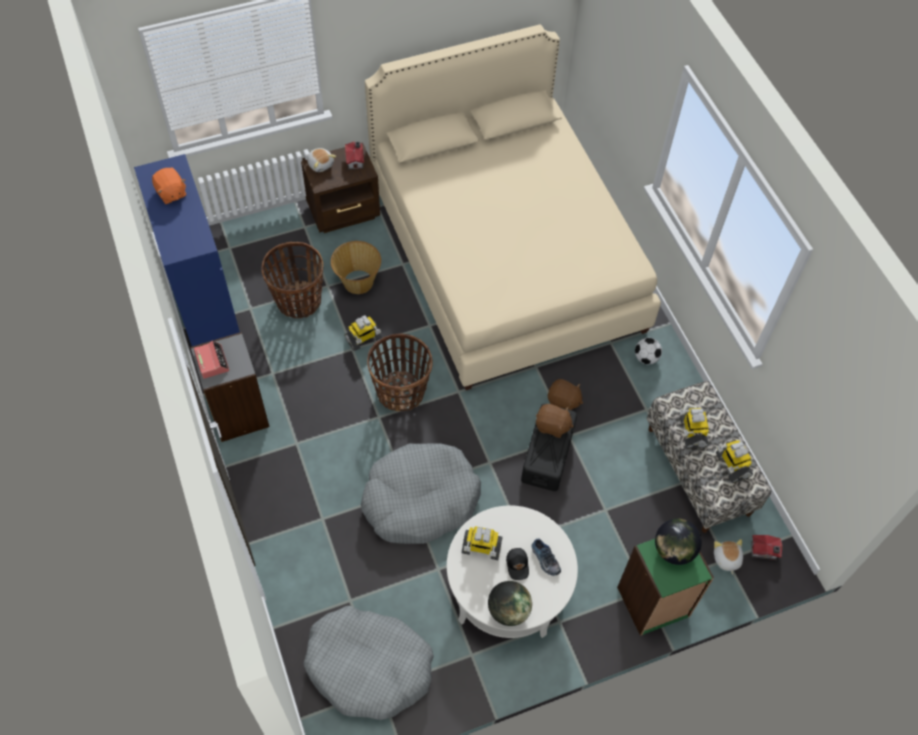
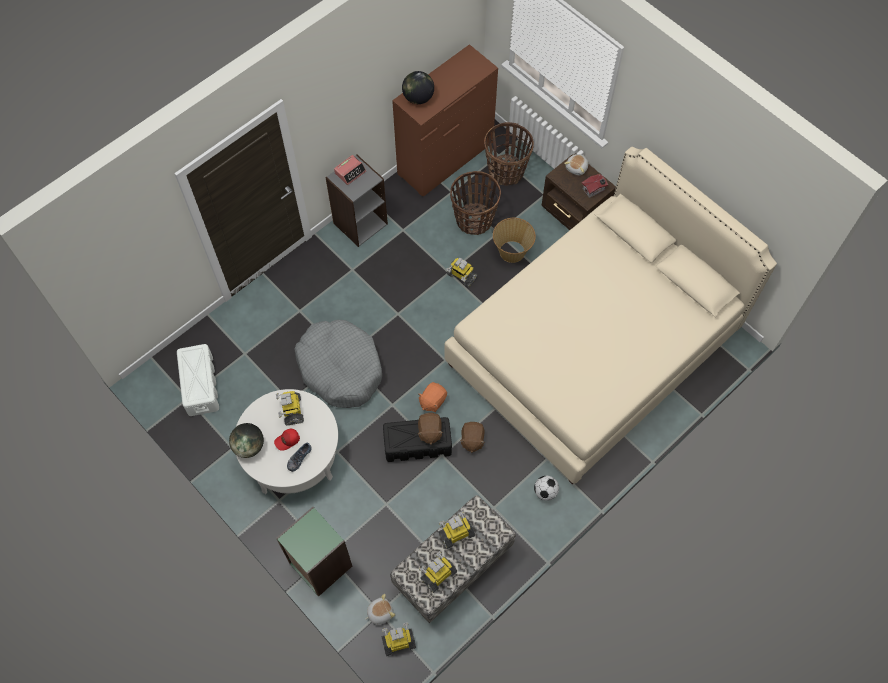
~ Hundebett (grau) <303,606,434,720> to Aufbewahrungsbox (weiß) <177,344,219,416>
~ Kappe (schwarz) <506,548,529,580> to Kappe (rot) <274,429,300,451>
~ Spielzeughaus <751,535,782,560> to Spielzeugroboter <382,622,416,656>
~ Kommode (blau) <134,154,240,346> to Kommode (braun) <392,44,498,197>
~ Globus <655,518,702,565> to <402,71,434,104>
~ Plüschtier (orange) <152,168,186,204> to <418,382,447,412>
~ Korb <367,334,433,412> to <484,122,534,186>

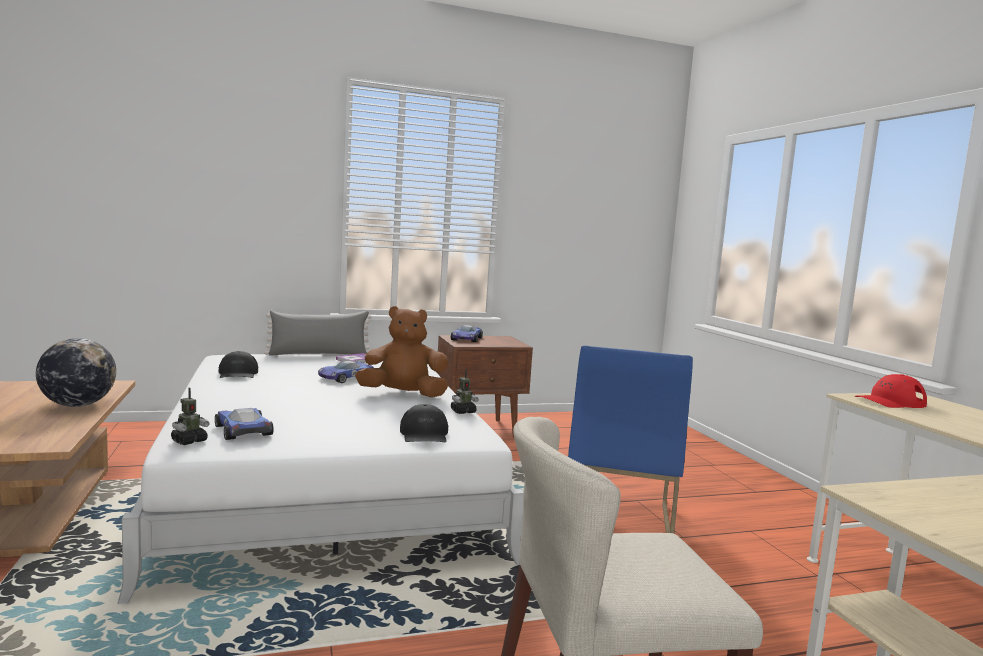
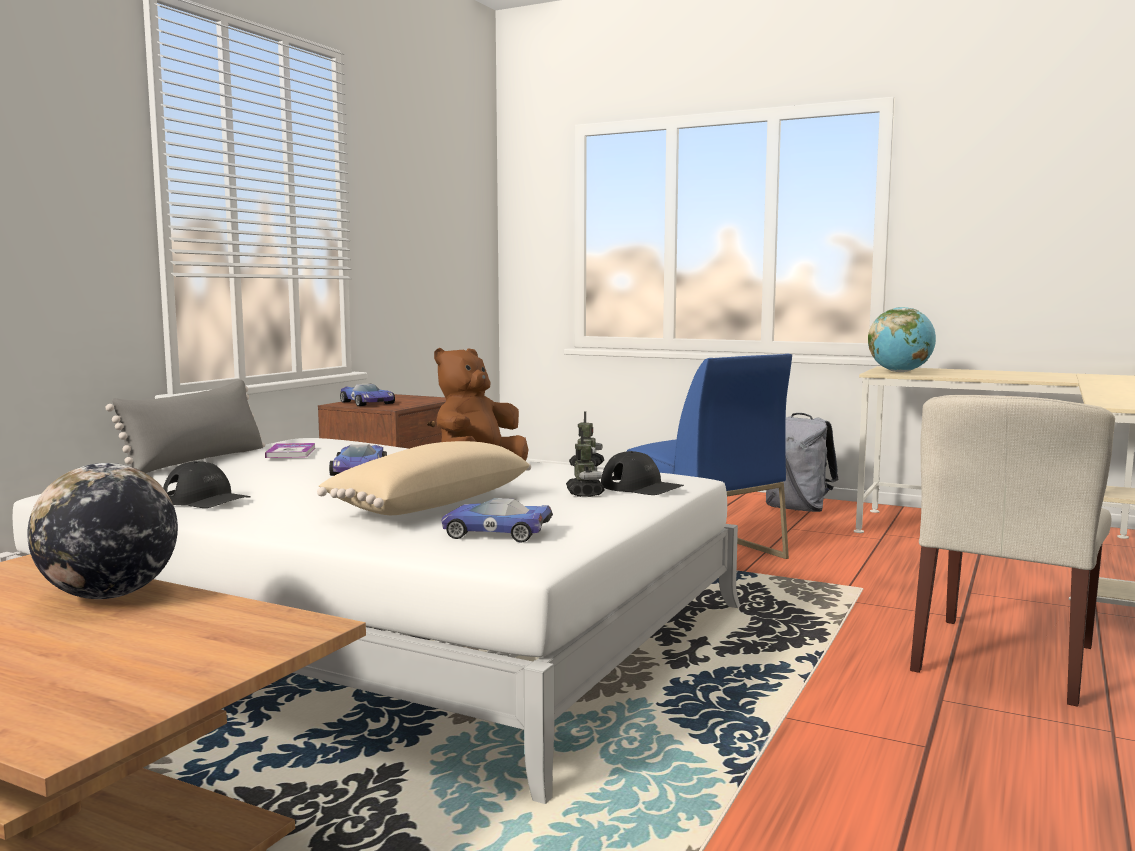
+ Kissen (beige) <317,441,531,515>
~ Spielzeugroboter <171,387,210,445> to <566,431,605,497>
+ Rucksack (grau) <766,413,838,512>
~ Kappe (rot) <855,374,927,408> to Globus <868,307,936,372>

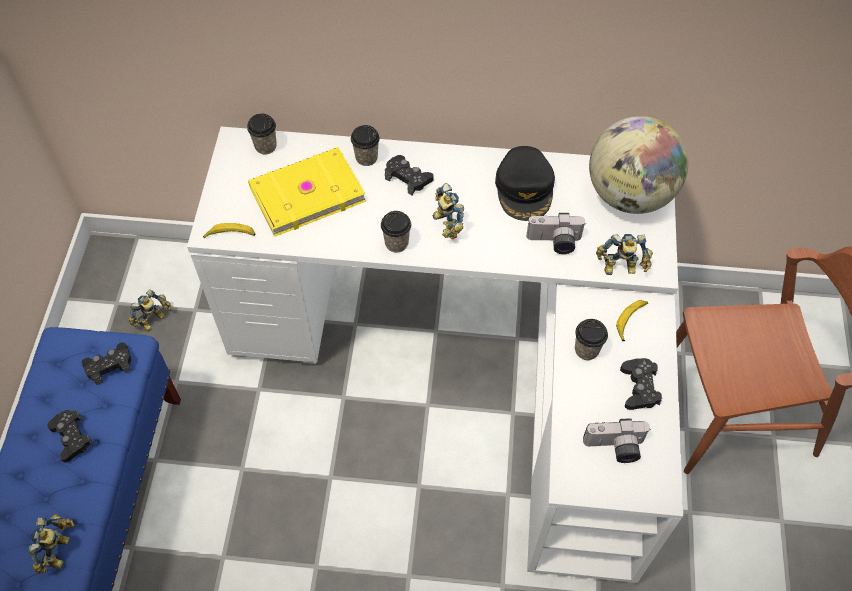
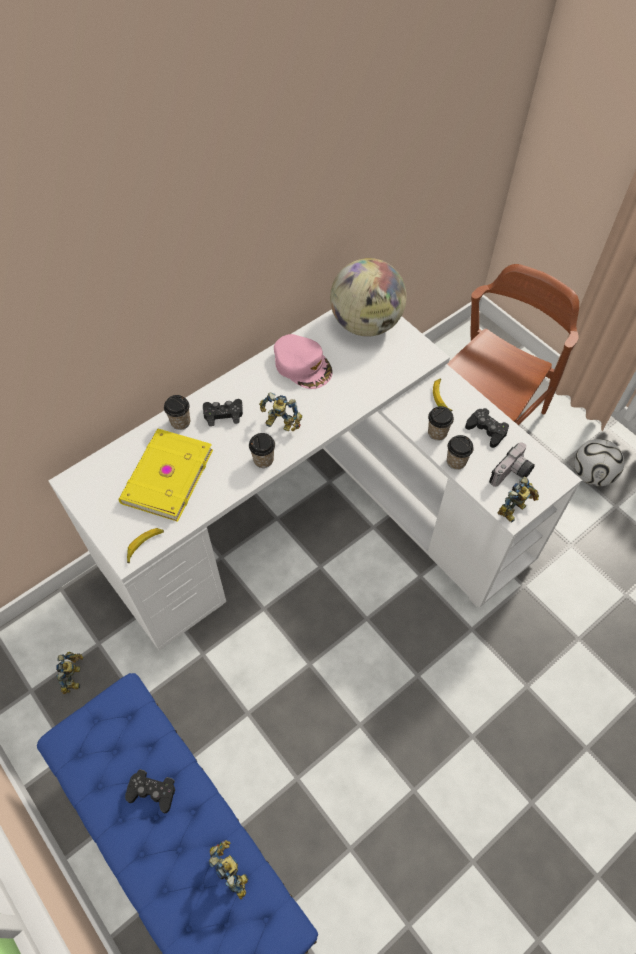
~ Kappe (schwarz) <495,146,555,221> to Kappe (rosa) <274,334,333,389>
~ Tasse <247,113,277,154> to <447,435,474,470>
~ Spielzeugroboter <596,234,653,275> to <497,477,539,522>
+ Fußball <574,439,624,486>
- Gamepad (schwarz) <82,342,132,385>
- Kamera <526,213,586,254>

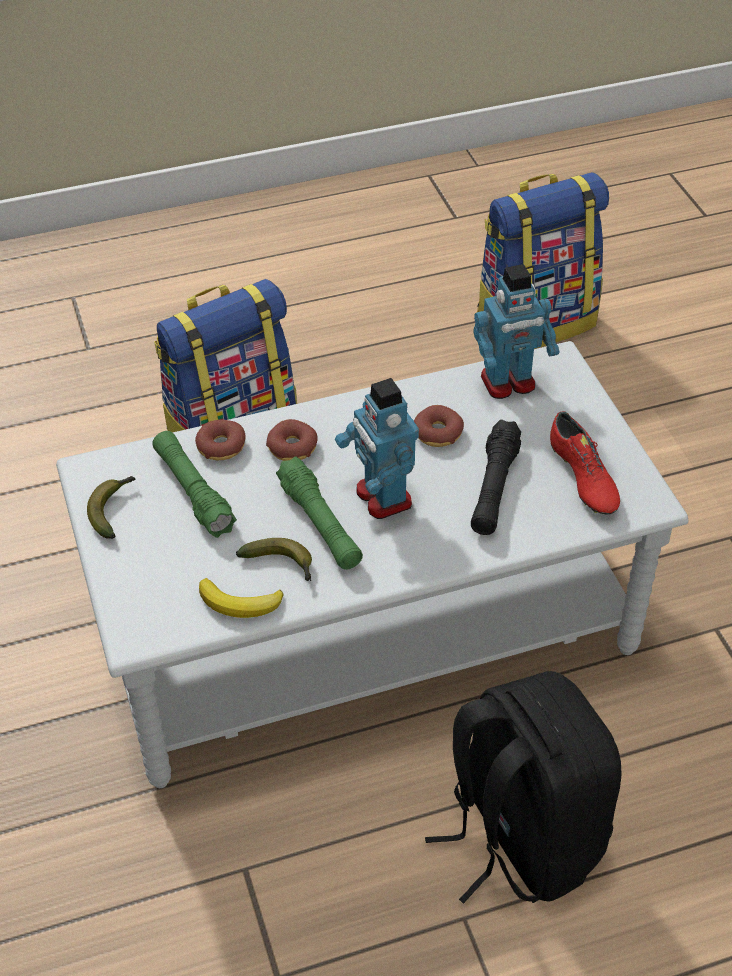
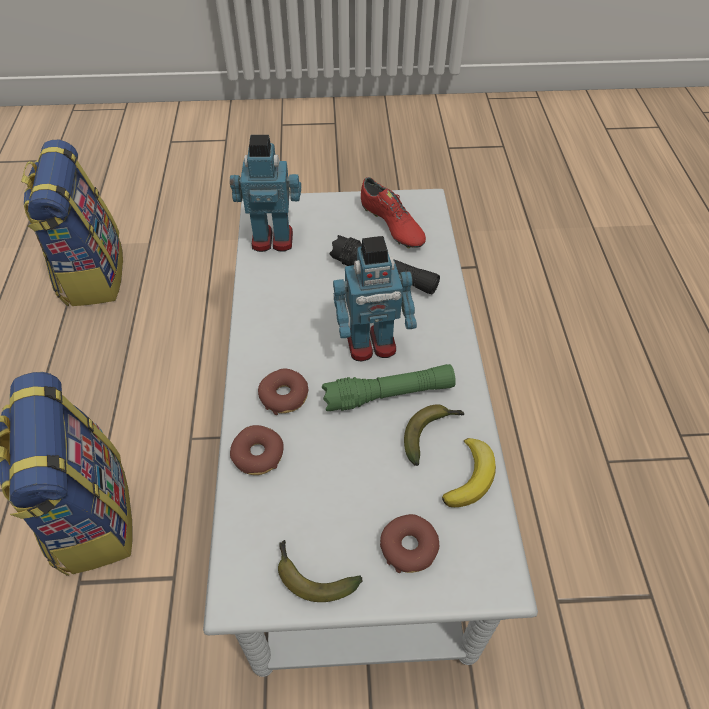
~ Spielzeugroboter <473,264,559,399> = <230,135,301,252> 90 degrees counterclockwise
~ Schuh (rot) <550,411,620,514> = <361,177,426,248> 60 degrees clockwise
~ Donut <414,405,464,447> to <380,514,439,573>
- Taschenlampe (grün) <152,431,237,538>
- Rucksack (schwarz) <425,671,622,904>

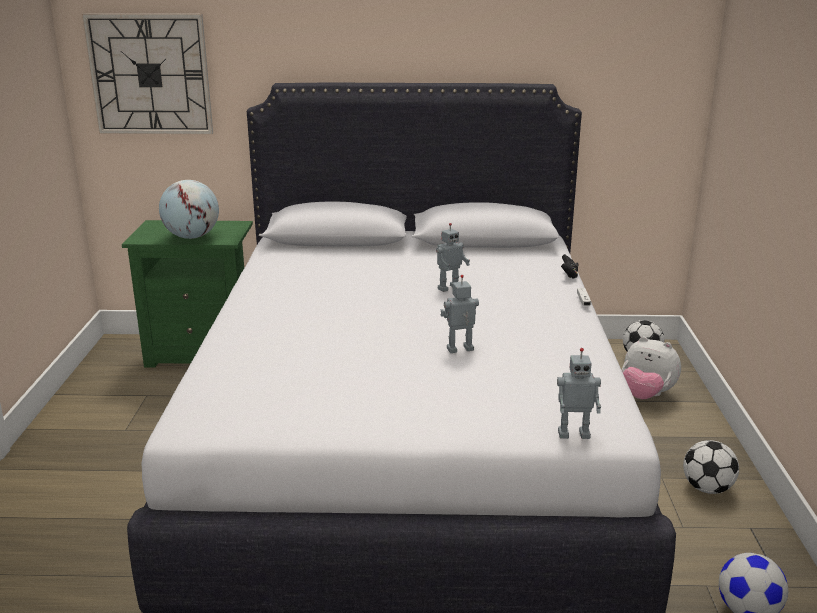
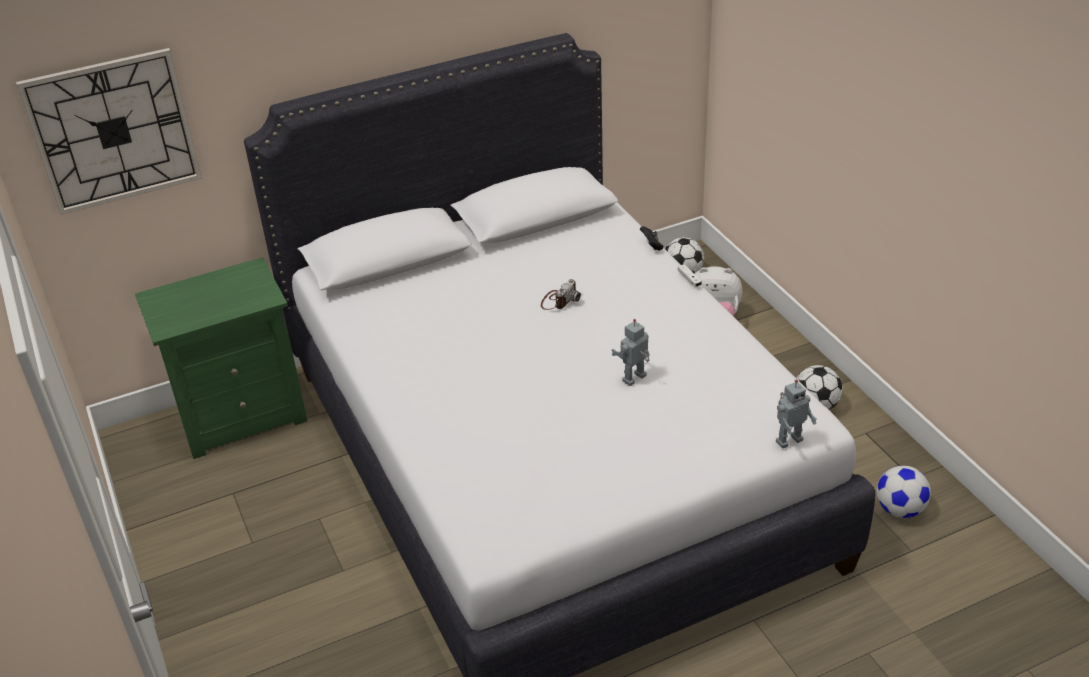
~ Spielzeugroboter <436,223,470,292> to Kamera <541,279,581,310>
- Globus <159,180,219,239>

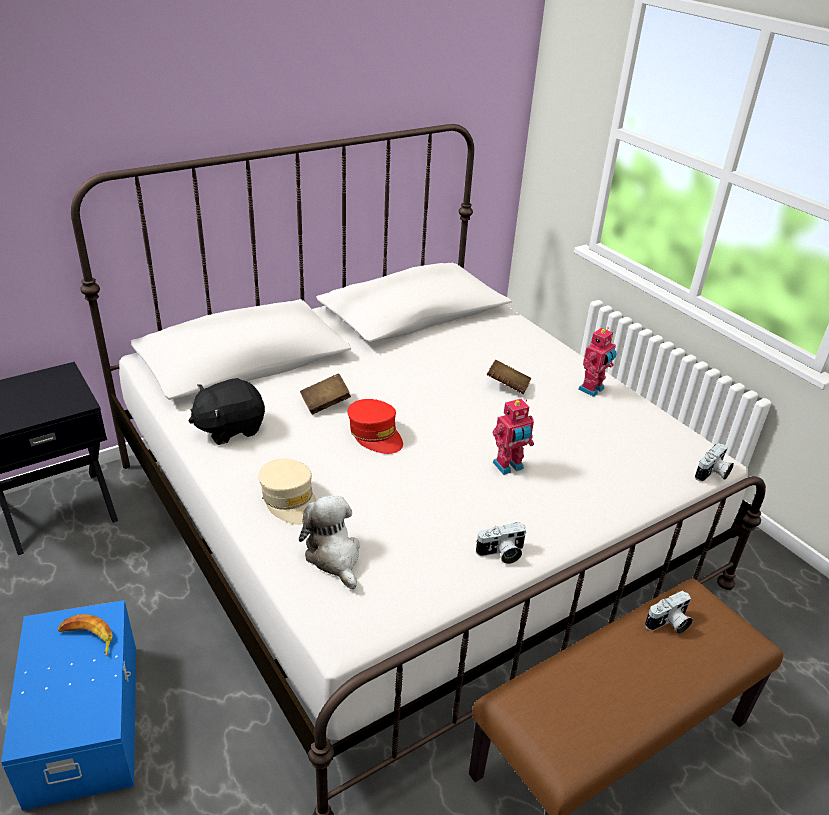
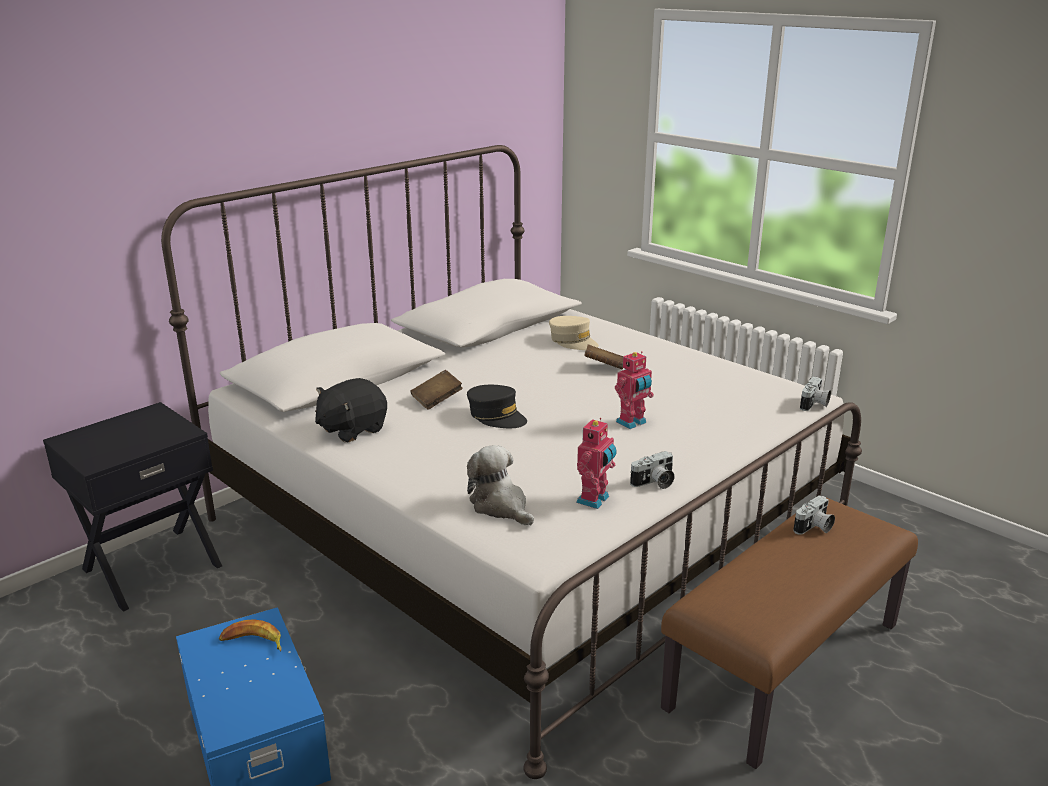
~ Kappe (rot) <348,399,403,454> to Kappe (schwarz) <467,385,527,428>
~ Kappe (beige) <259,458,316,525> to <549,316,599,350>
~ Spielzeugroboter <578,327,616,397> to <576,418,617,509>

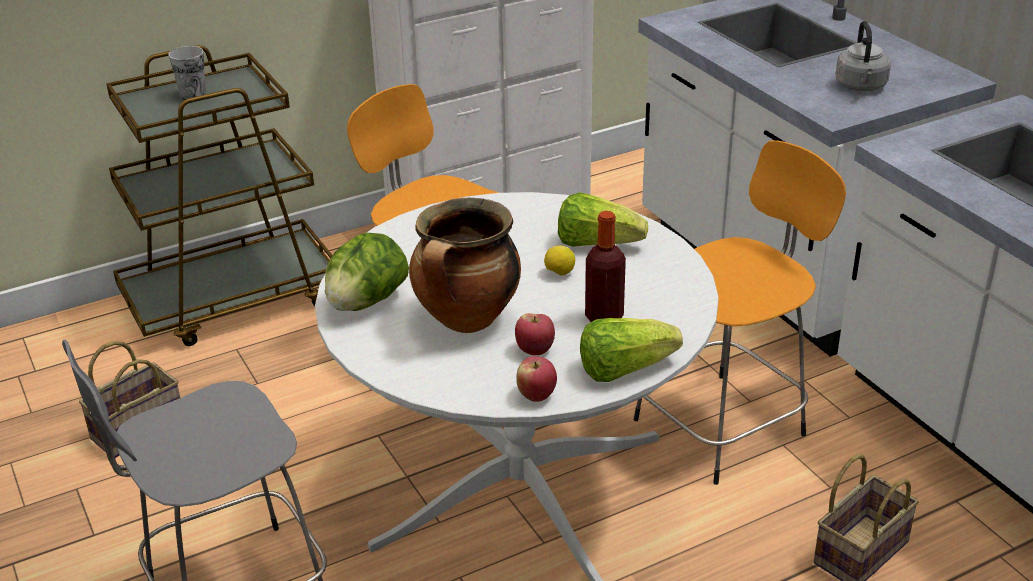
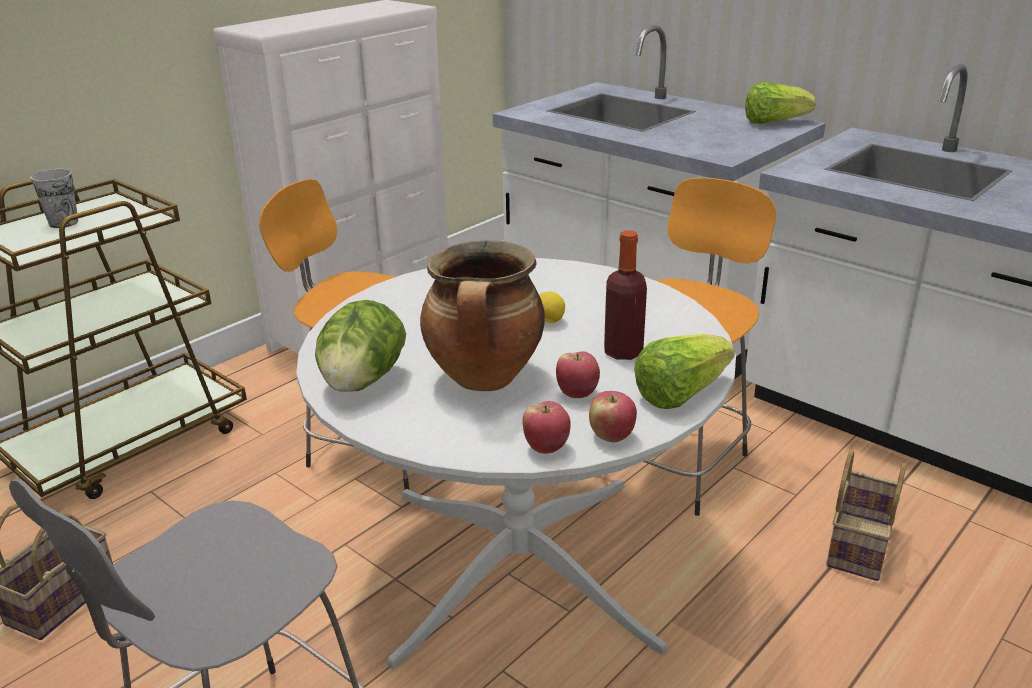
+ Apfel <523,401,571,454>
~ Salatkopf <558,192,648,247> to <745,82,816,124>
- Wasserkessel (grau) <836,21,891,91>

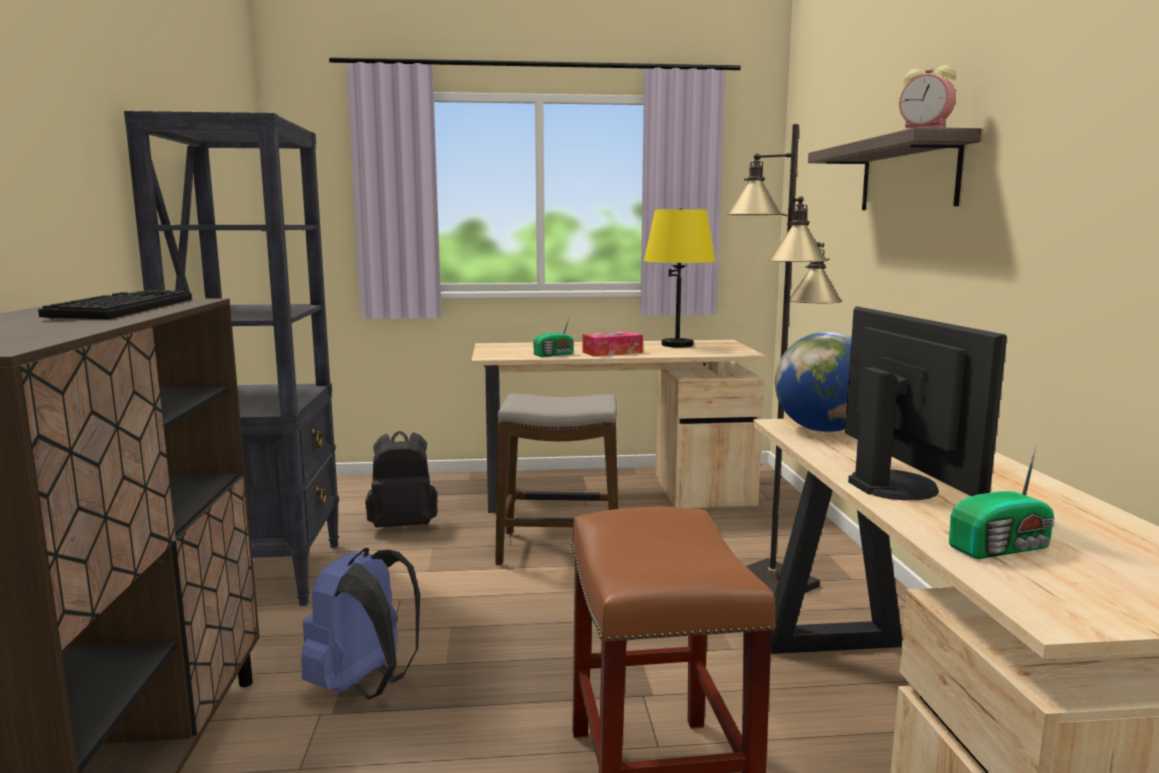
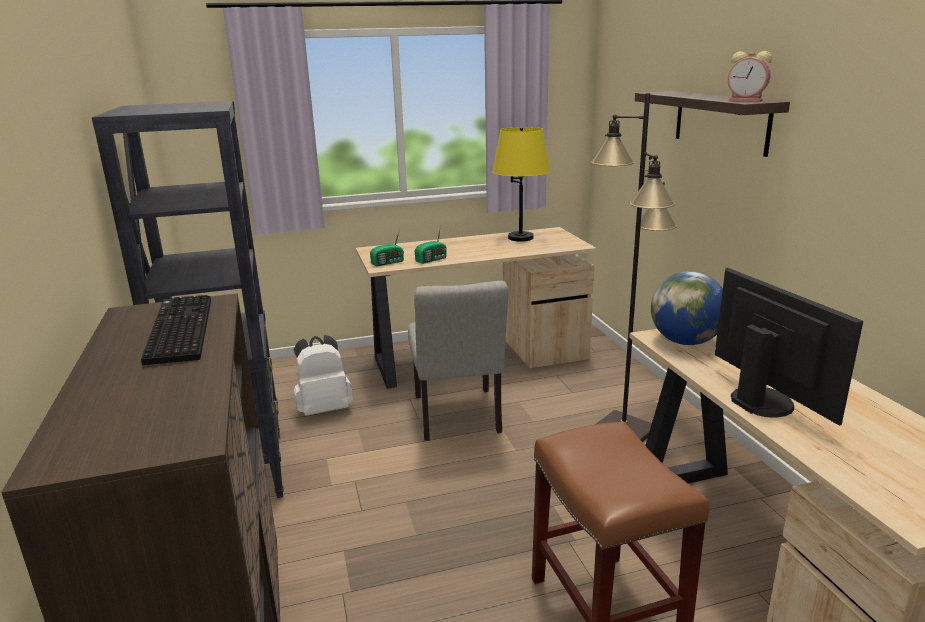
~ Rucksack (schwarz) <366,431,438,527> to Rucksack (weiß) <293,335,353,416>
~ Radio <949,446,1055,559> to <370,228,404,266>
~ Hocker <495,394,618,566> to Stuhl (grau) <408,281,509,440>
- Rucksack (blau) <301,548,420,699>
- Taschentuchbox <583,331,643,357>

